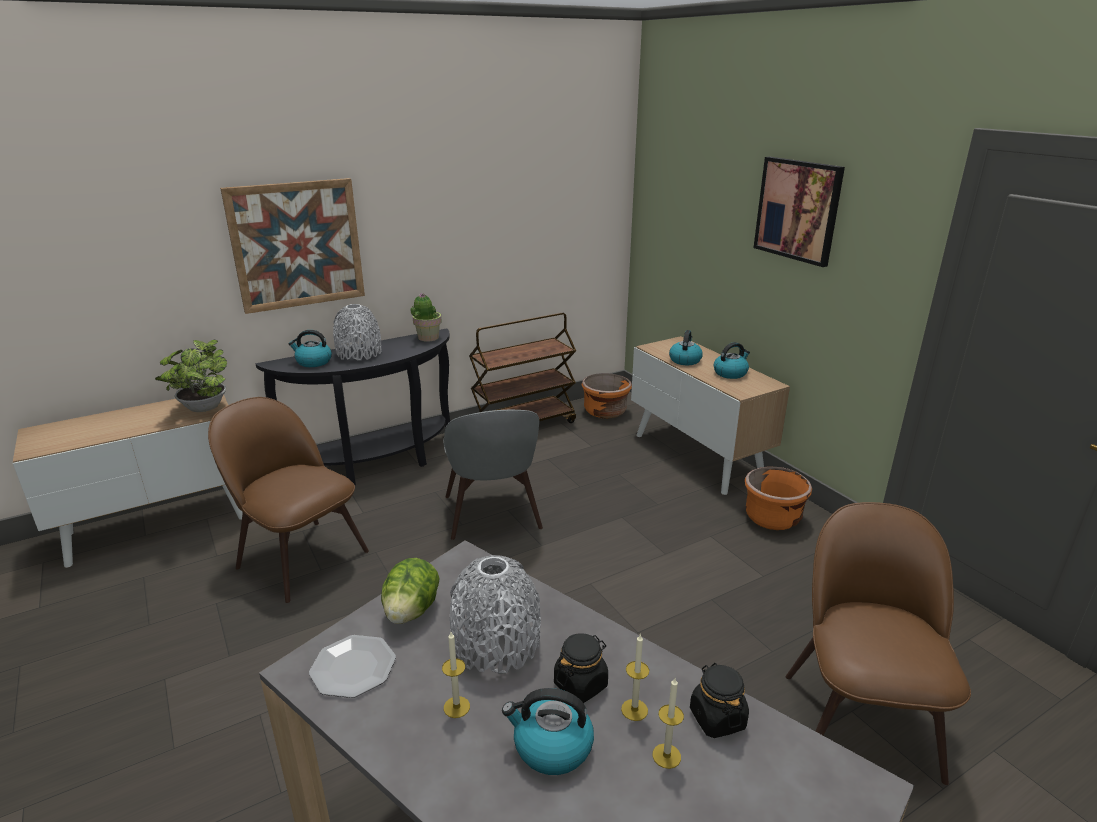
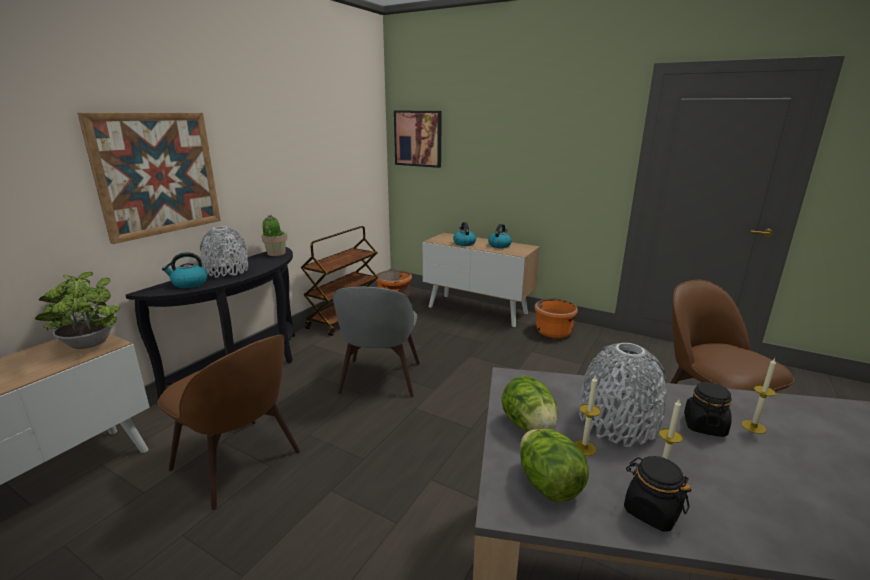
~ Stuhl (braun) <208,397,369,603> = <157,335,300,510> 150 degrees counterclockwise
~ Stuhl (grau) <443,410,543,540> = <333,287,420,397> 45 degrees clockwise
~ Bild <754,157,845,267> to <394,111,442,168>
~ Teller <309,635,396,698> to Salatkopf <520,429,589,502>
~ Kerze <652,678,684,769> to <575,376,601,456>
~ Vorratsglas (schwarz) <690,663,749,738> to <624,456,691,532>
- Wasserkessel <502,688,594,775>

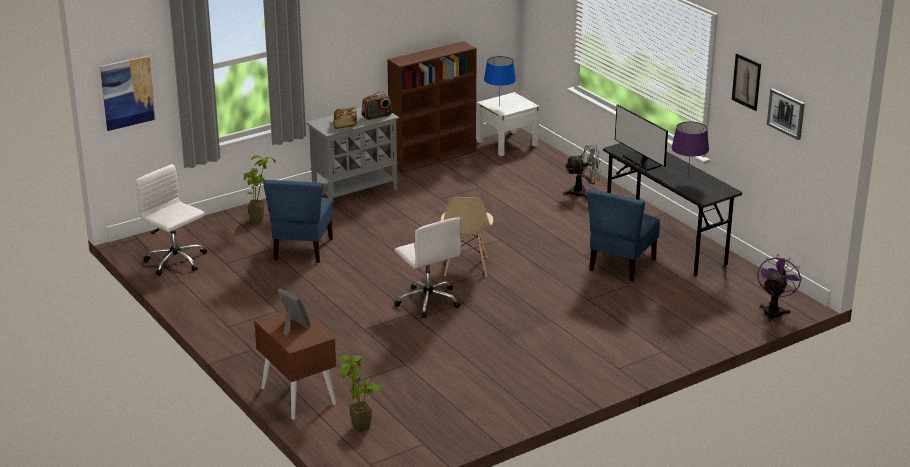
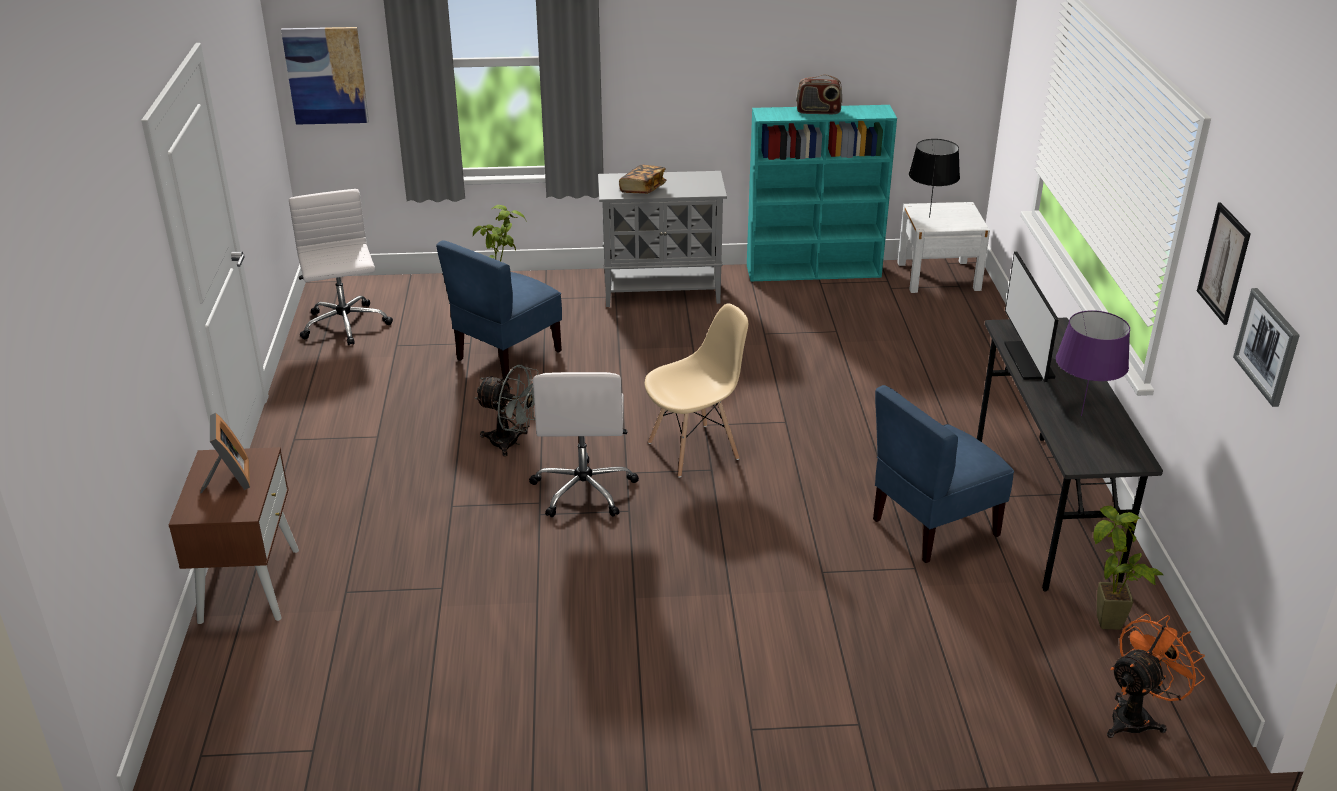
~ Ventilator (grau) <563,145,601,199> to <475,365,539,457>
~ Stuhl (beige) <441,197,494,277> = <645,303,748,478> 150 degrees counterclockwise
~ Bücherregal (braun) <387,41,477,173> to Bücherregal (türkis) <747,105,897,281>
~ Radio <362,92,392,120> to <796,74,842,114>
~ Tischlampe (blau) <484,56,516,107> to Tischlampe (schwarz) <909,139,960,218>
~ Topfpflanze <339,355,384,432> to <1093,506,1163,630>
~ Ventilator (lila) <757,254,802,322> to Ventilator (orange) <1107,614,1205,738>

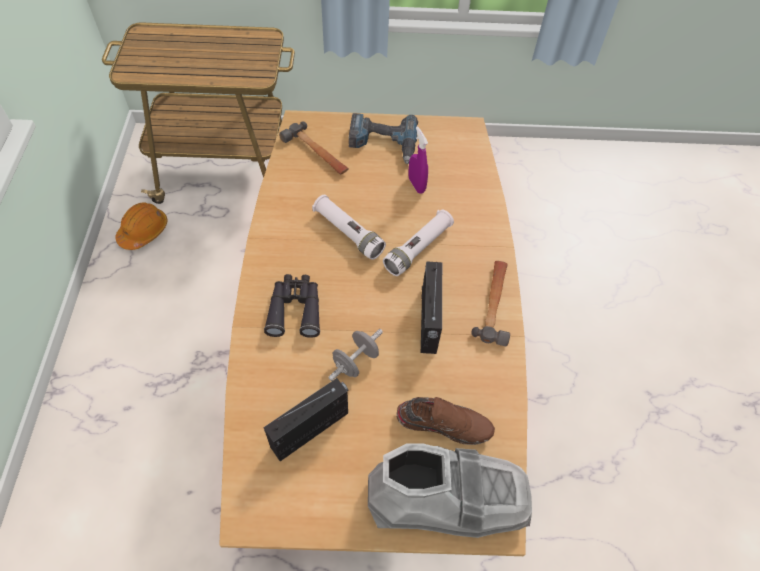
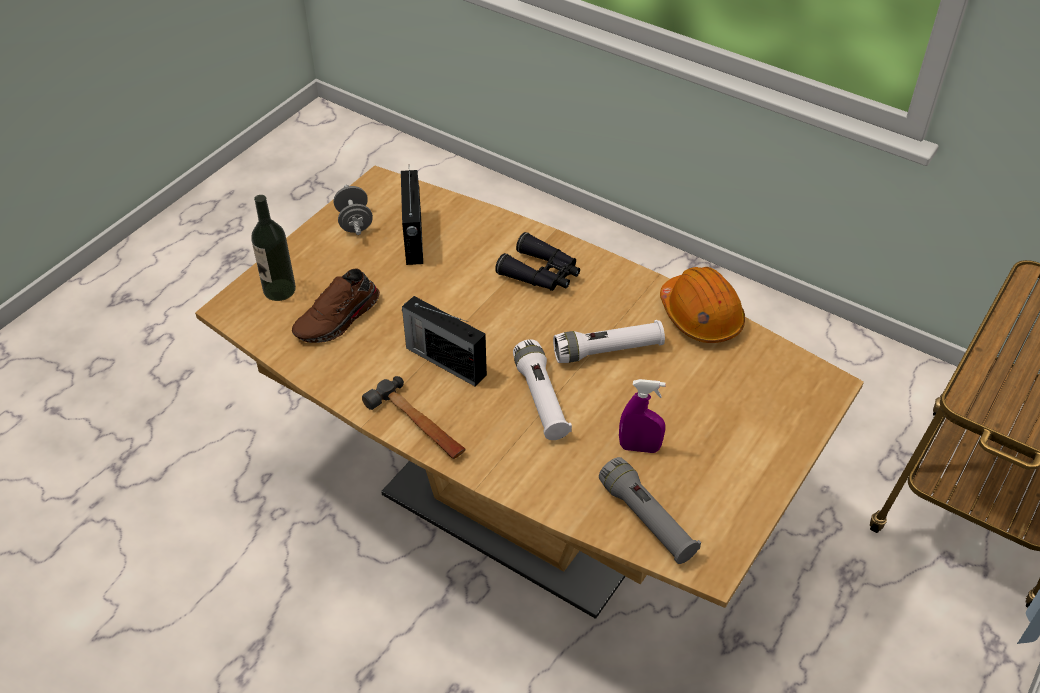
~ Stiefel (grau) <368,443,532,538> to Flasche <251,195,296,301>
~ Hantel (grau) <328,329,383,381> to <334,185,373,235>
+ Taschenlampe (grau) <599,457,701,564>
~ Schutzhelm (orange) <115,202,168,250> to <660,267,745,343>
- Hammer <279,121,349,175>
- Bohrmaschine <349,113,418,164>

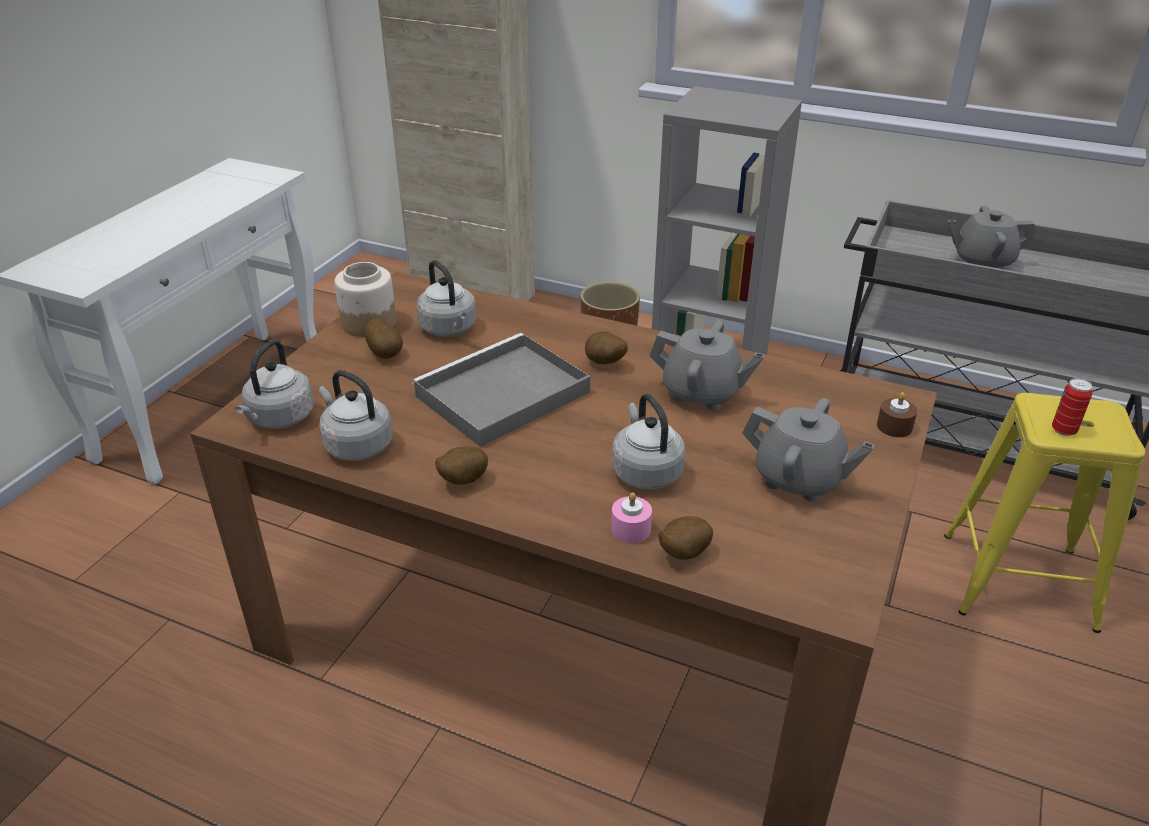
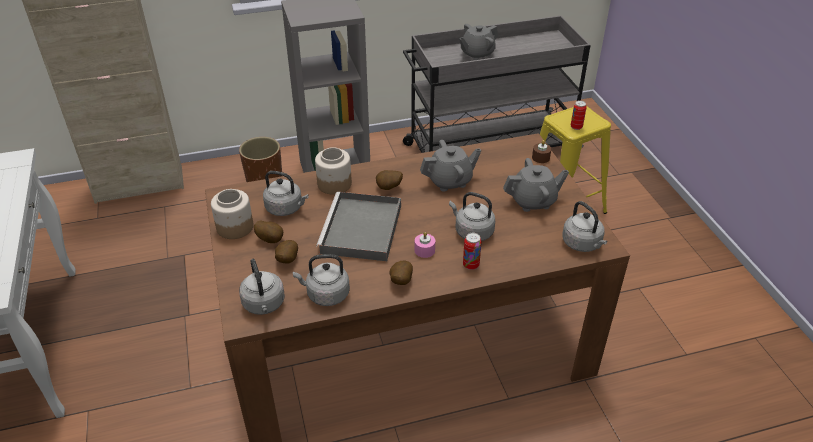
~ Kartoffel <658,516,713,560> to <275,240,298,264>
+ Vorratsglas <315,147,352,195>
~ Kerze (rosa) <611,492,652,543> to <415,232,435,258>
+ Dose <463,233,482,270>
+ Wasserkessel (grau) <562,201,607,252>

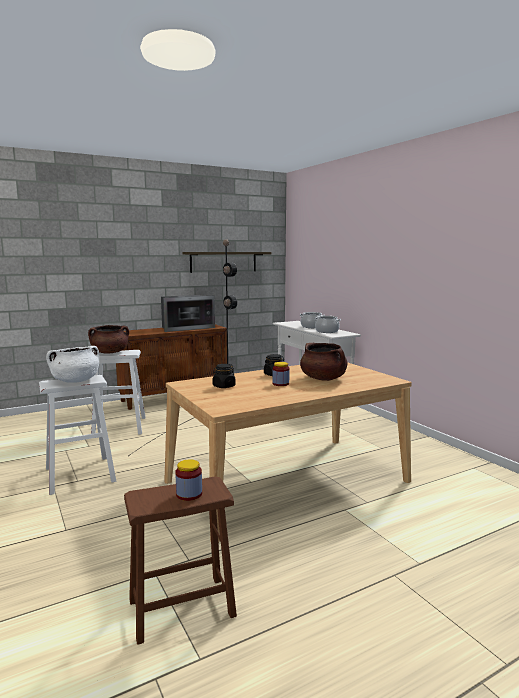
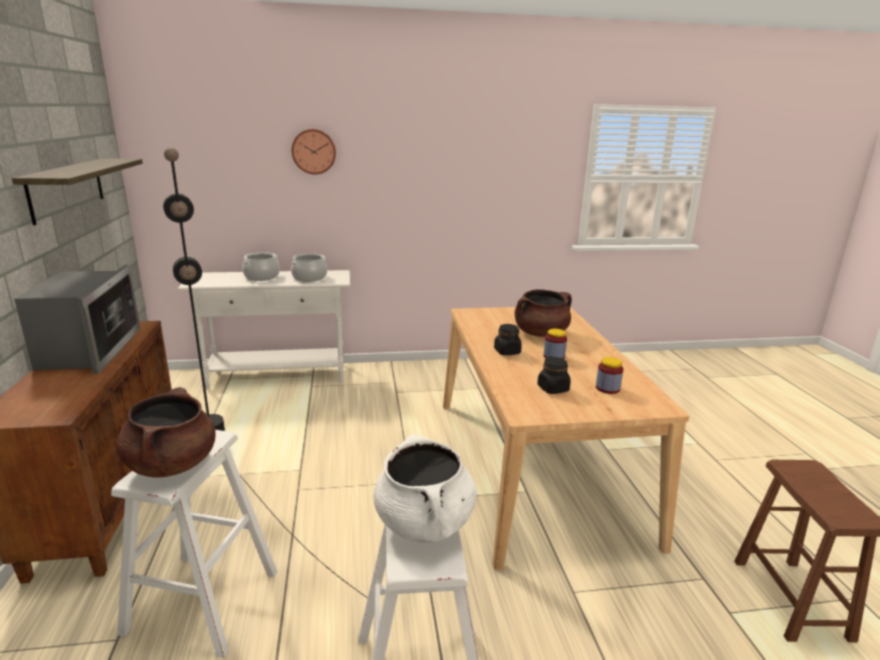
+ Wanduhr <292,129,336,174>
~ Vorratsglas <175,459,202,501> to <596,357,623,394>

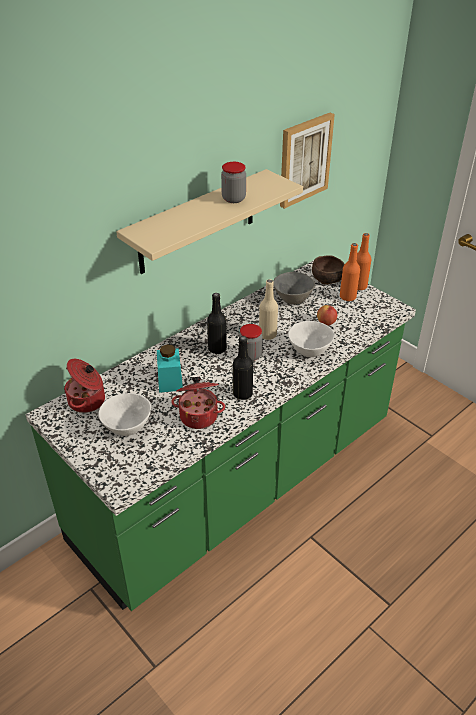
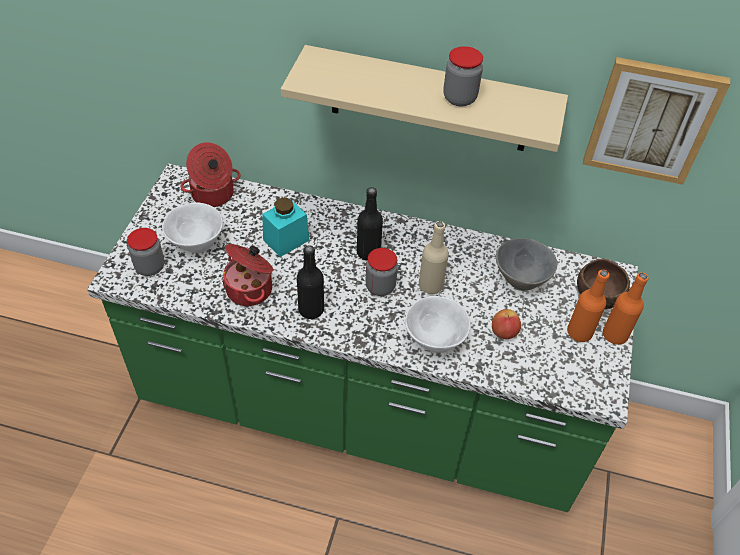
+ Vorratsglas <127,228,164,276>

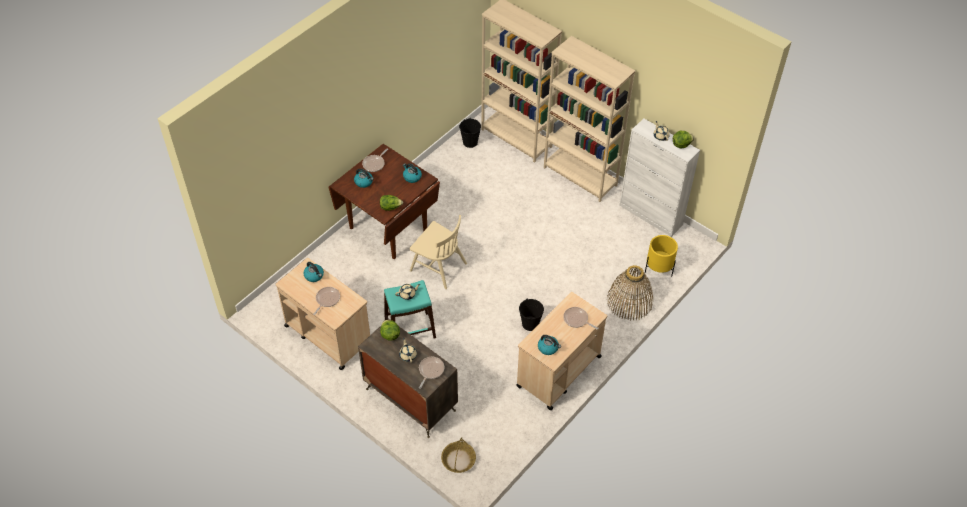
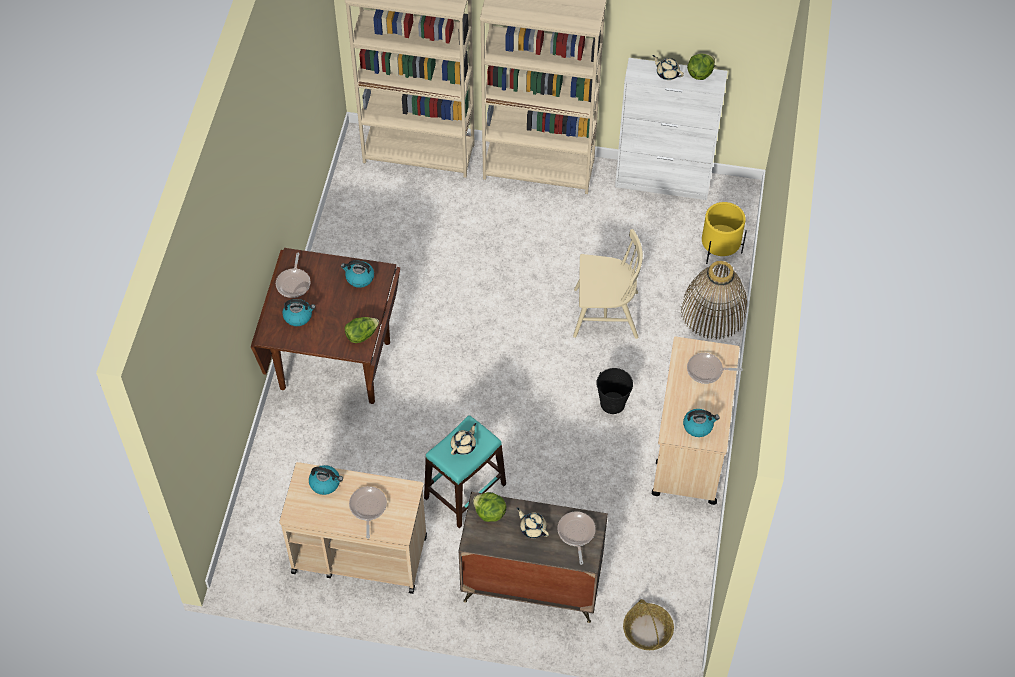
~ Stuhl (beige) <410,215,467,289> to <573,229,643,339>
- Eimer (schwarz) <459,118,481,148>

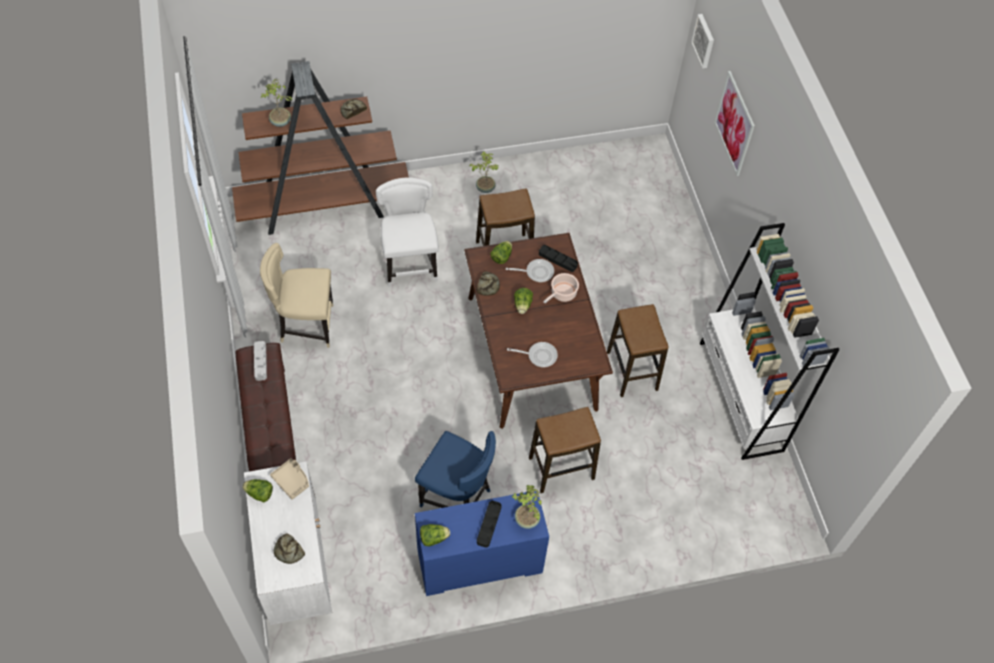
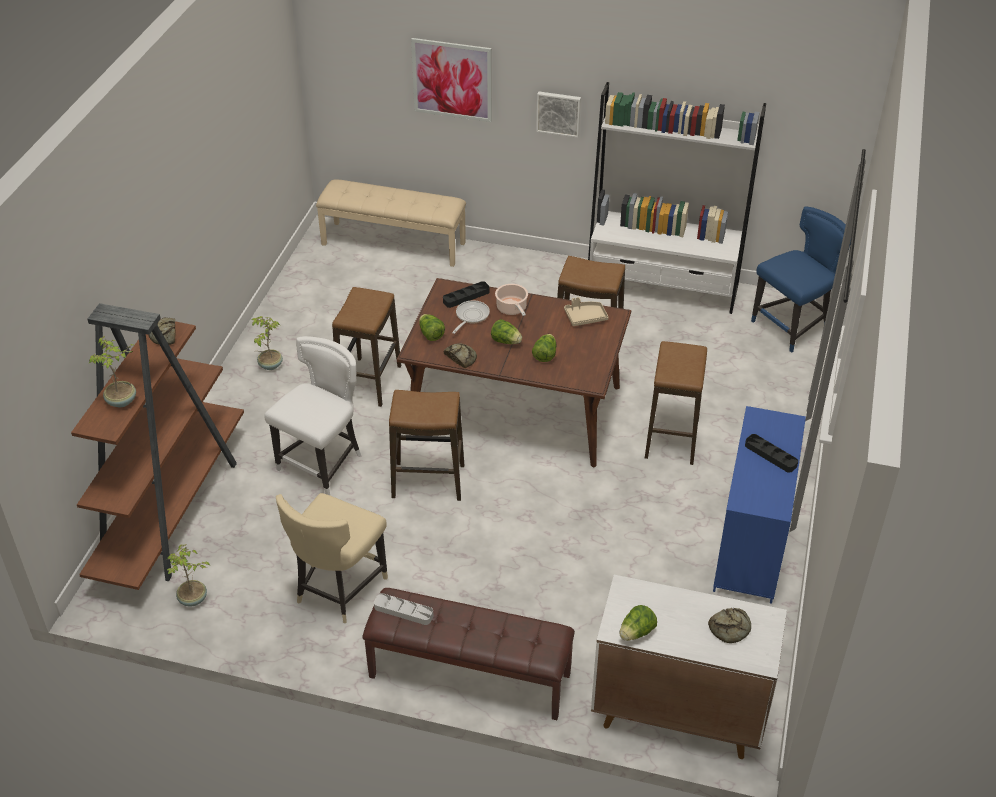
~ Topfpflanze <511,485,542,529> to <167,544,210,606>
~ Stuhl (weiß) <376,177,439,287> = <264,336,361,495> 105 degrees clockwise
+ Bank (beige) <316,179,466,267>
+ Hocker <389,390,464,501>
~ Salatkopf <420,524,450,546> to <532,334,557,362>
~ Bild <691,14,714,68> to <536,91,581,138>
~ Tablett (beige) <270,458,309,500> to <564,297,609,326>
~ Stuhl (blau) <415,431,496,508> to <751,207,851,353>
- Pfanne <507,342,558,367>

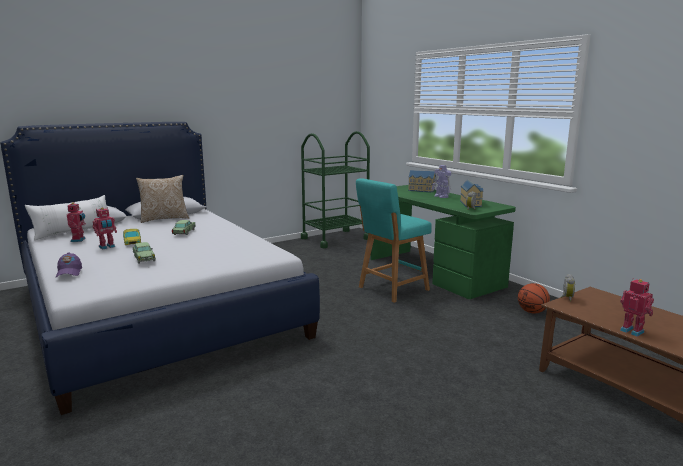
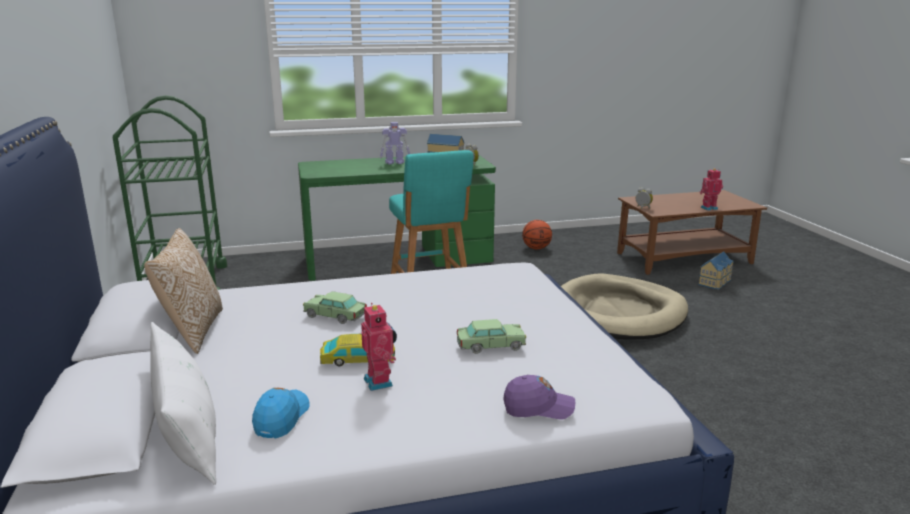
~ Spielzeugroboter <67,202,86,242> to Kappe (blau) <252,388,309,438>
+ Hundebett (beige) <561,274,688,339>
~ Spielzeughaus <408,170,436,192> to <698,251,734,289>

